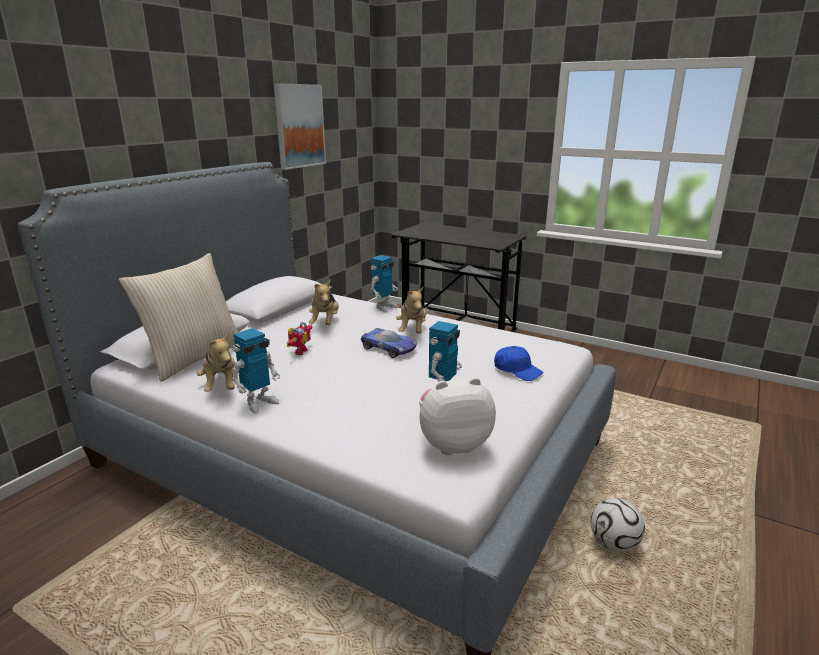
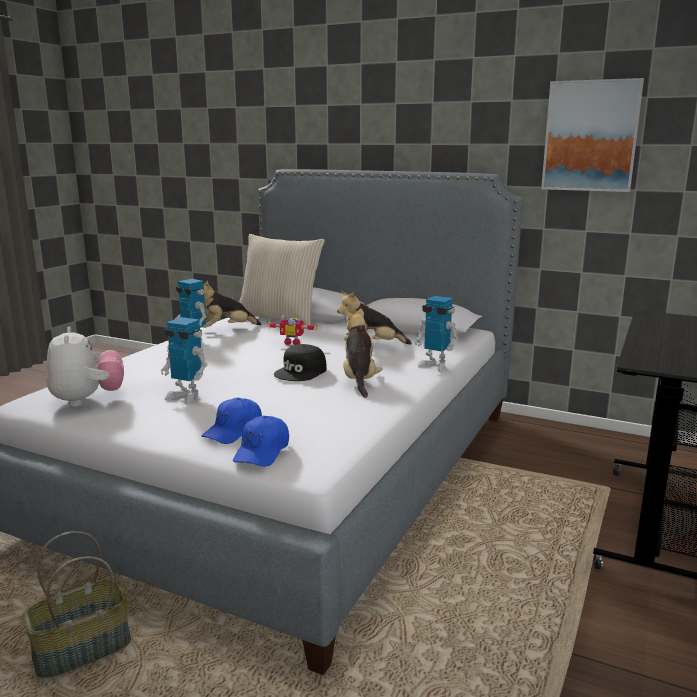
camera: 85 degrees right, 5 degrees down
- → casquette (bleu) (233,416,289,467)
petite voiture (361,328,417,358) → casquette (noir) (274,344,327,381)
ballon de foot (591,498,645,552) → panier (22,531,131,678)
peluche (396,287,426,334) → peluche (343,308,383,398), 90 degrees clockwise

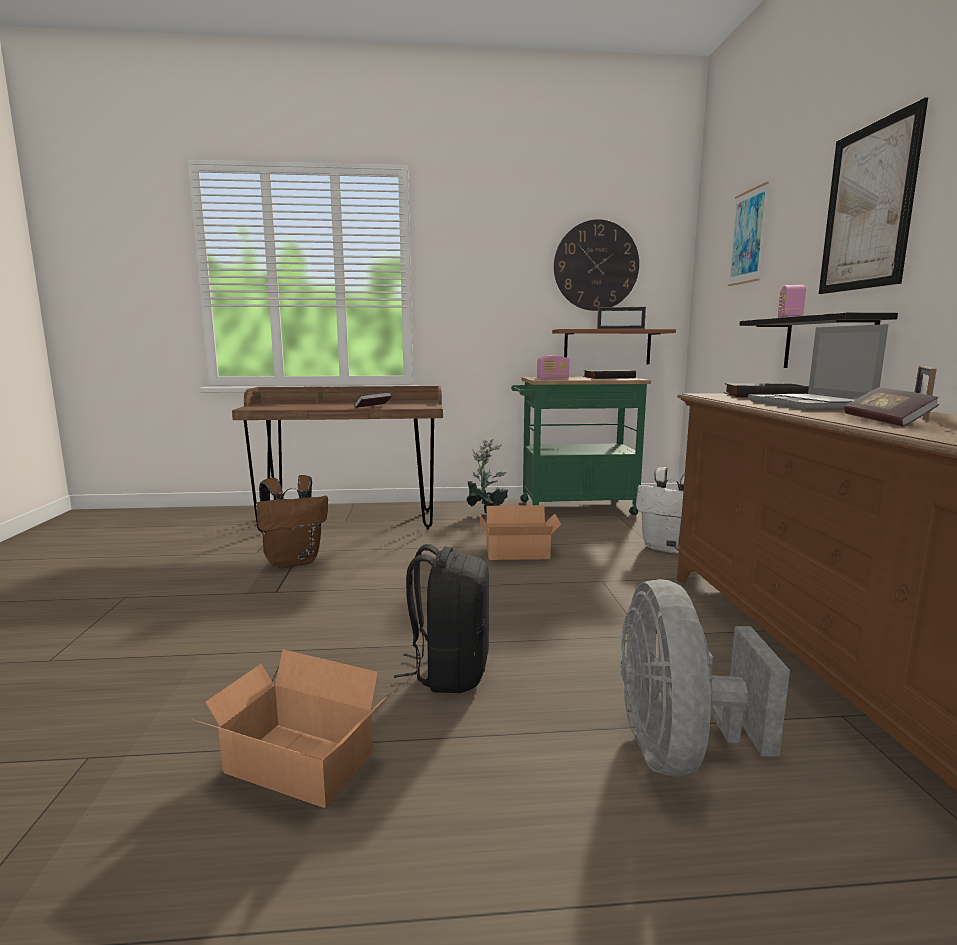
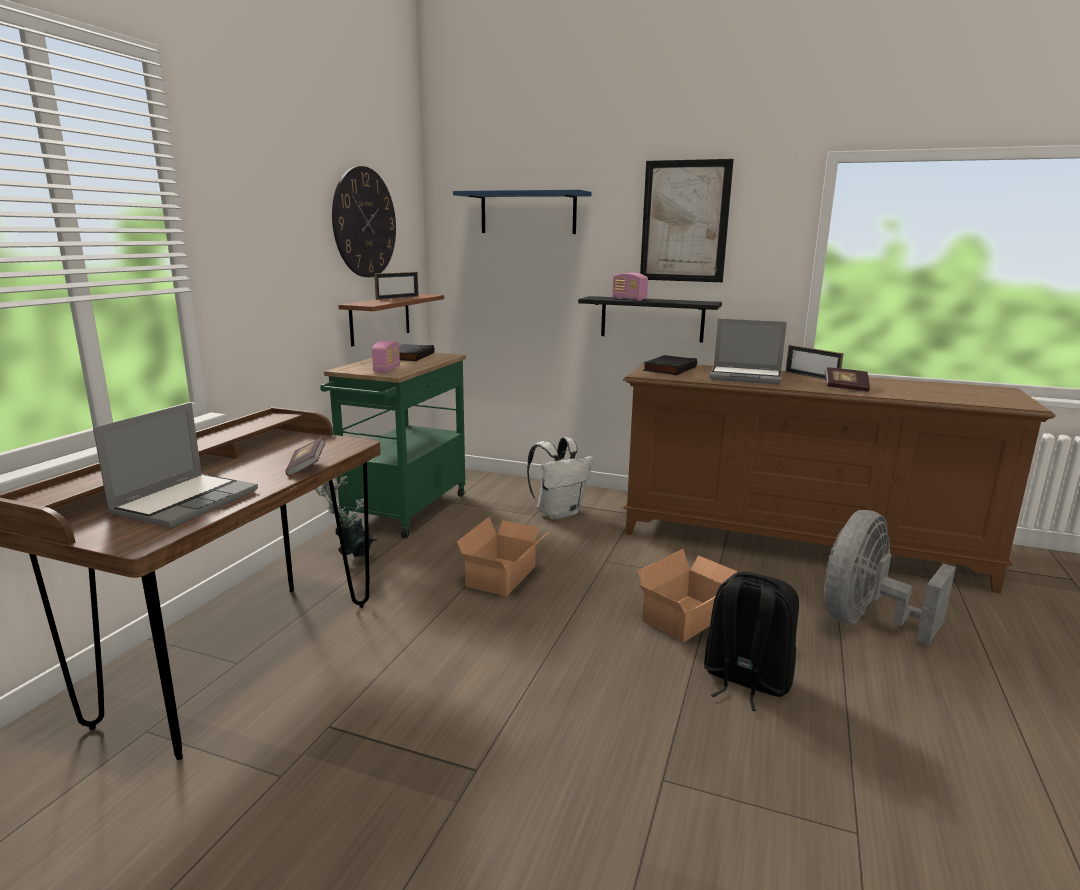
camera: 65 degrees left, 5 degrees up
sac à dos (marron) (256,475,328,568) → -
- → ordinateur portable (93,402,258,528)
carton (194,650,386,808) → carton (637,549,738,642), shifted
tableau (727,182,769,286) → étagère (bleu) (453,190,591,234)
ventilateur (gris) (620,579,790,777) → ventilateur (gris) (824,510,956,645), 105 degrees clockwise

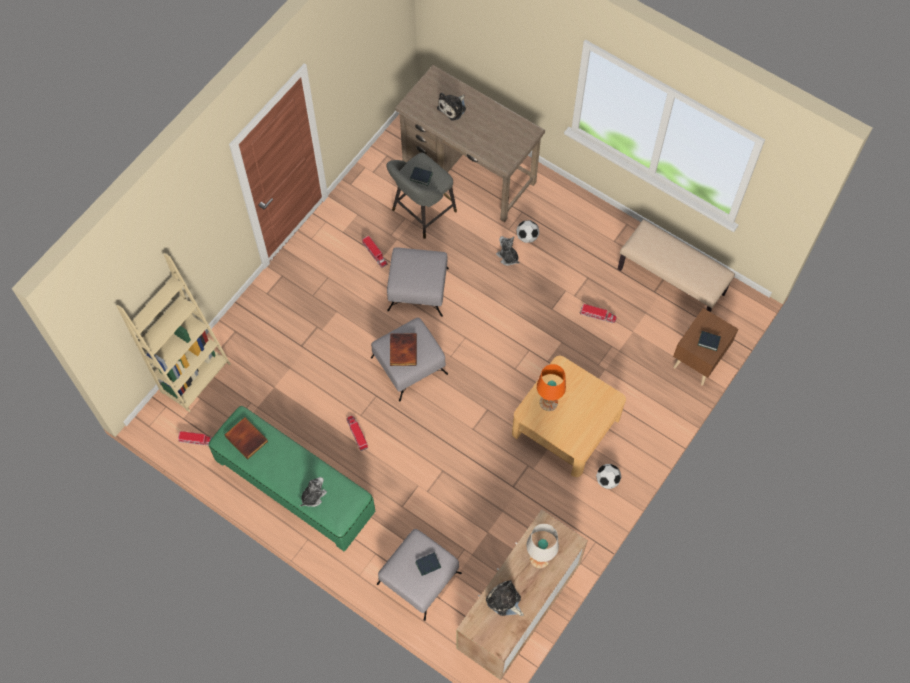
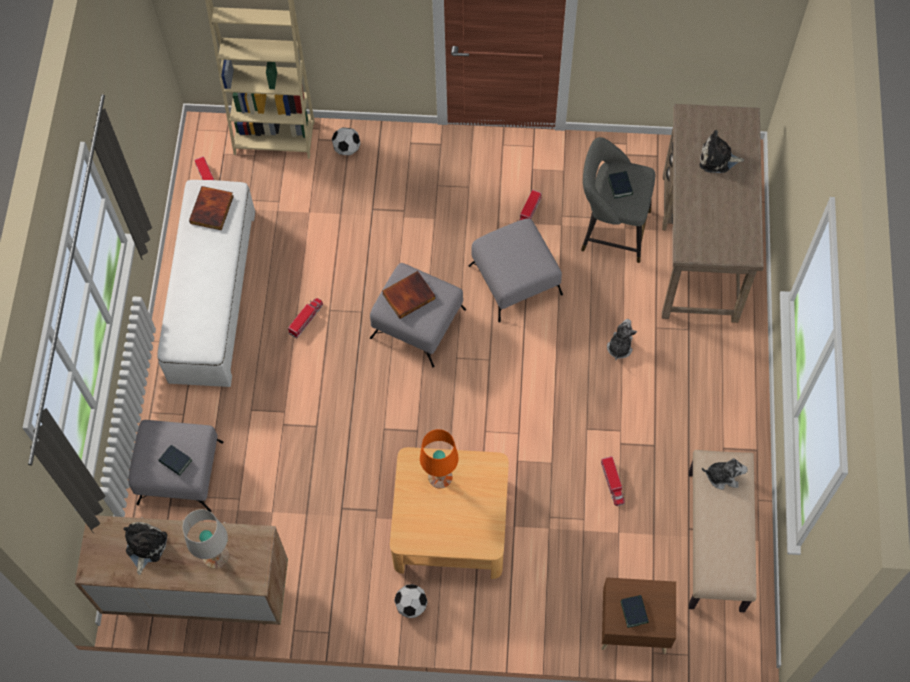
camera: 60 degrees right, 0 degrees up
peluche (300,477,327,507) → peluche (702,458,748,490), shifted
ballon de foot (516,220,539,243) → ballon de foot (332,127,360,156), shifted
banc (vert) (209,406,375,552) → banc (blanc) (157,180,255,387)

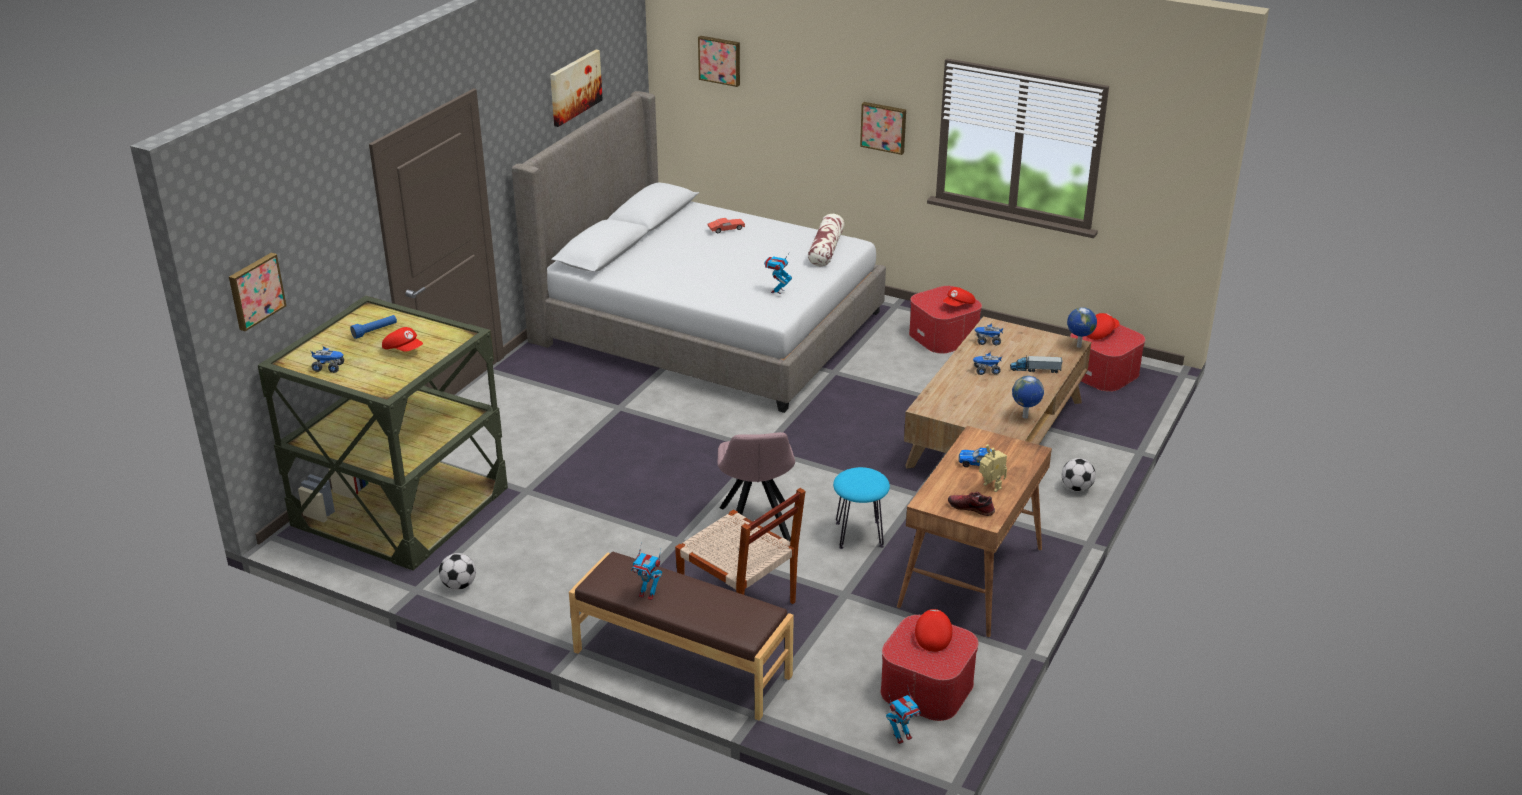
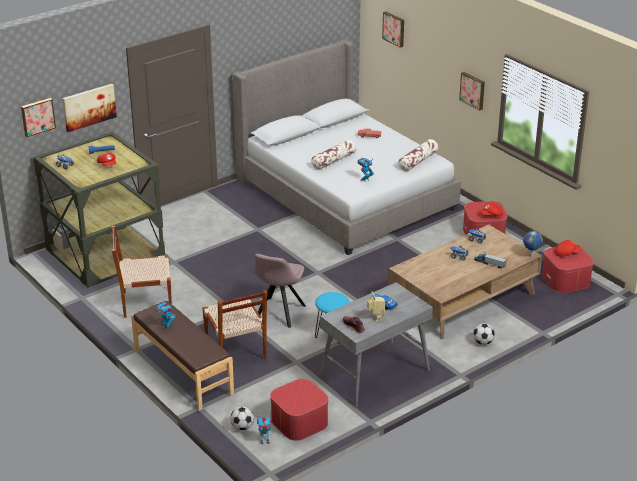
camera: 25 degrees right, 0 degrees up
casquette (rouge) (915,609,953,652) → -
globe (1012,376,1044,419) → -
- → chaise (111,226,172,318)
- → coussin (311,140,356,170)
ballon de foot (439,553,476,590) → ballon de foot (230,407,254,430), shifted
tableau (550,50,603,127) → tableau (63,84,117,132), shifted
bureau (marron) (897,426,1052,637) → bureau (gris) (319,282,433,407)

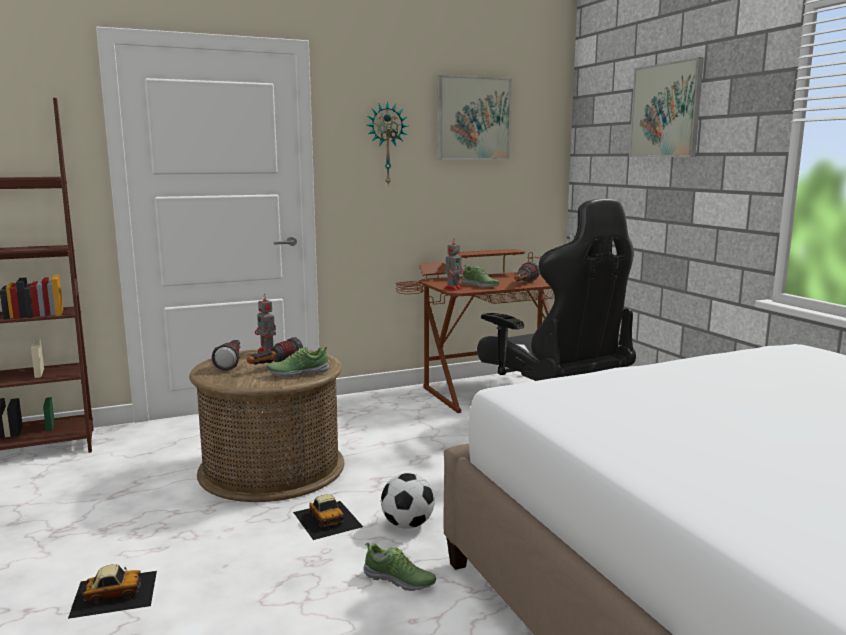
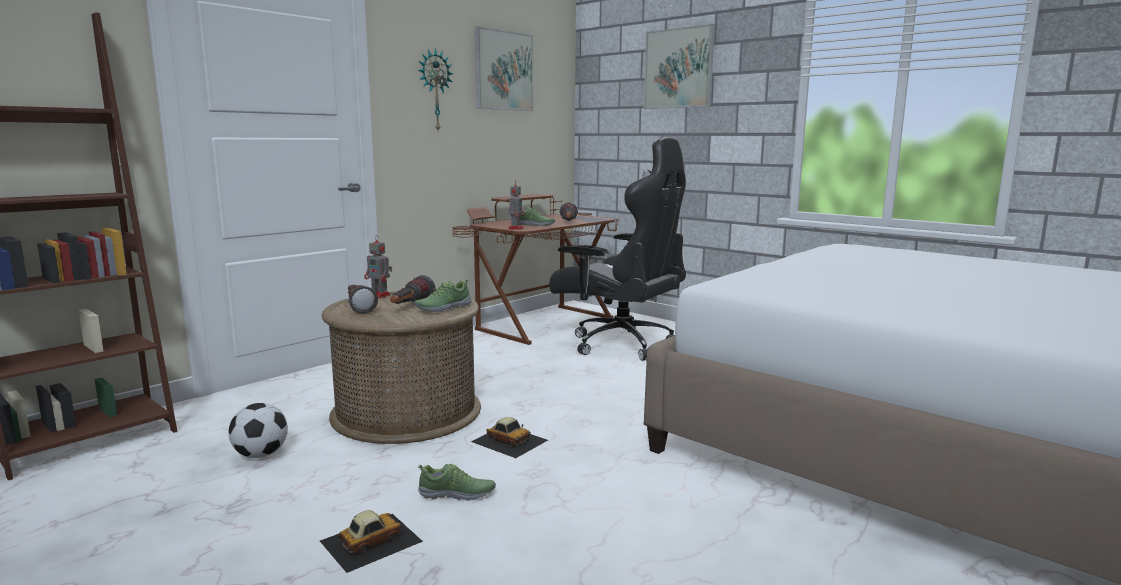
camera: 25 degrees left, 0 degrees up
chaussure (363,542,436,591) → chaussure (418,464,496,501), shifted
ballon de foot (381,473,435,529) → ballon de foot (229,403,288,458), shifted

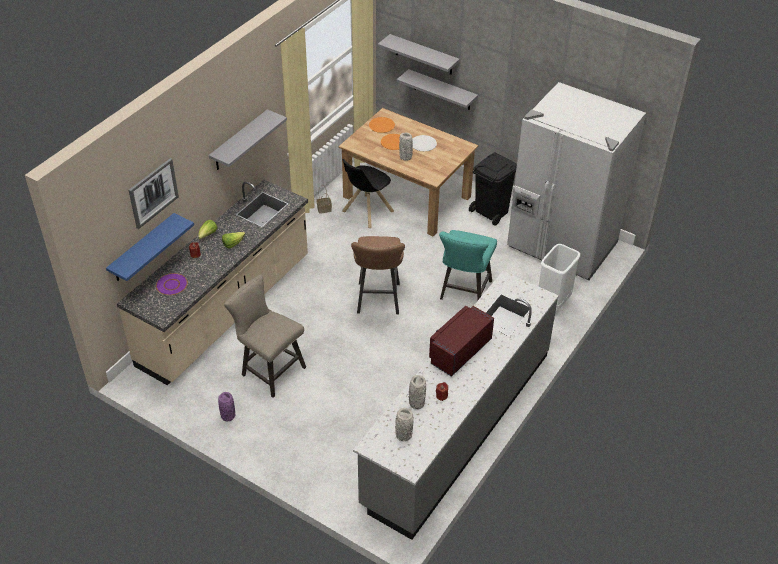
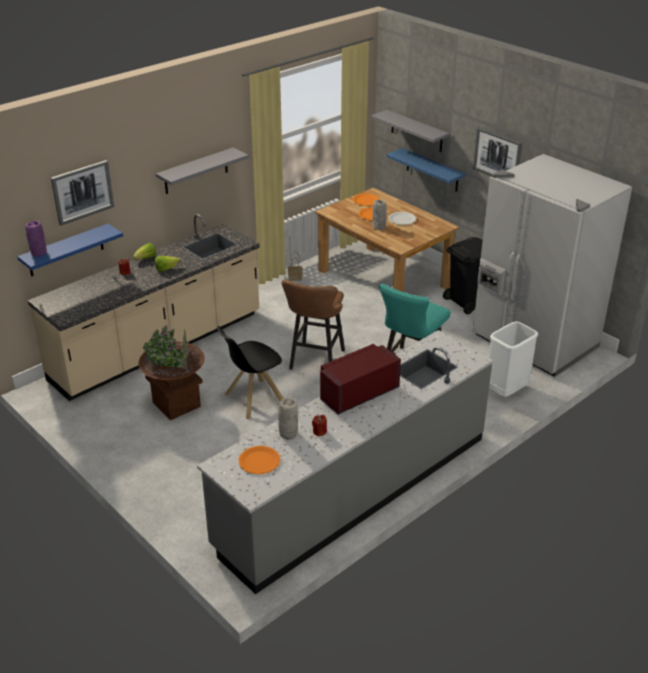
camera: 15 degrees right, 10 degrees down
assiette (violet) (156,273,188,295) → -
- → tableau (473,127,522,176)
vase (violet) (218,392,235,422) → vase (violet) (26,220,47,257), shifted
chaise (noir) (342,159,394,228) → chaise (noir) (217,326,283,419), shifted
tabouret (beige) (224,274,306,398) → cache-pot (marron) (138,326,205,420)
vase (gris) (395,408,414,441) → assiette (orange) (239,446,280,474)
étagère (gris) (397,69,478,110) → étagère (bleu) (387,148,465,192)

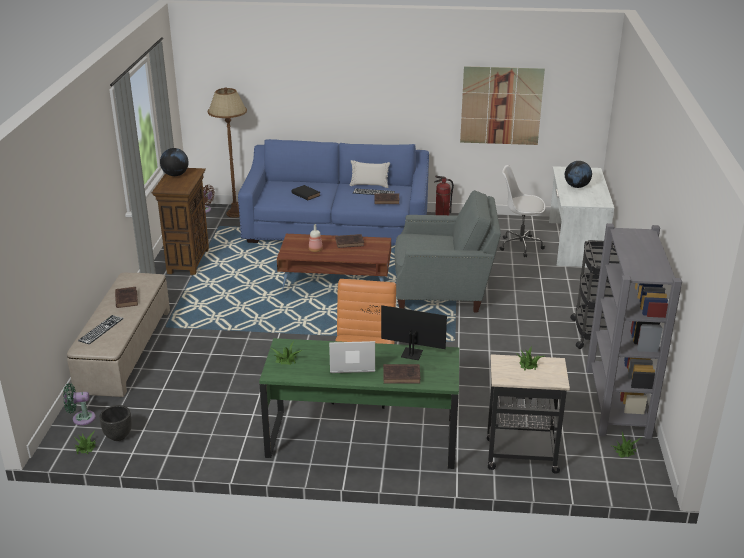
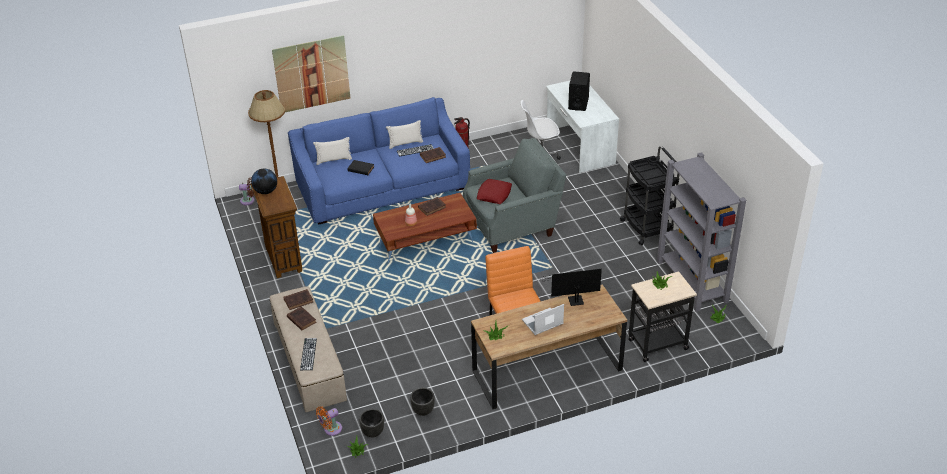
camera: 25 degrees left, 10 degrees up
- → coussin (blanc) (313,137,352,165)
- → cache-pot (noir) (410,388,435,416)
- → coussin (rouge) (477,179,512,204)
livre (marron) (383,364,421,384) → livre (marron) (284,289,313,310), shifted
tableau (460,66,545,145) → tableau (272,35,351,112), shifted
globe (565,161,592,188) → enceinte (noir) (568,71,590,111)
ventilateur (vert) (63,383,96,425) → ventilateur (orange) (316,406,342,436)
bureau (vert) (259,338,459,469) → bureau (marron) (471,284,627,409)

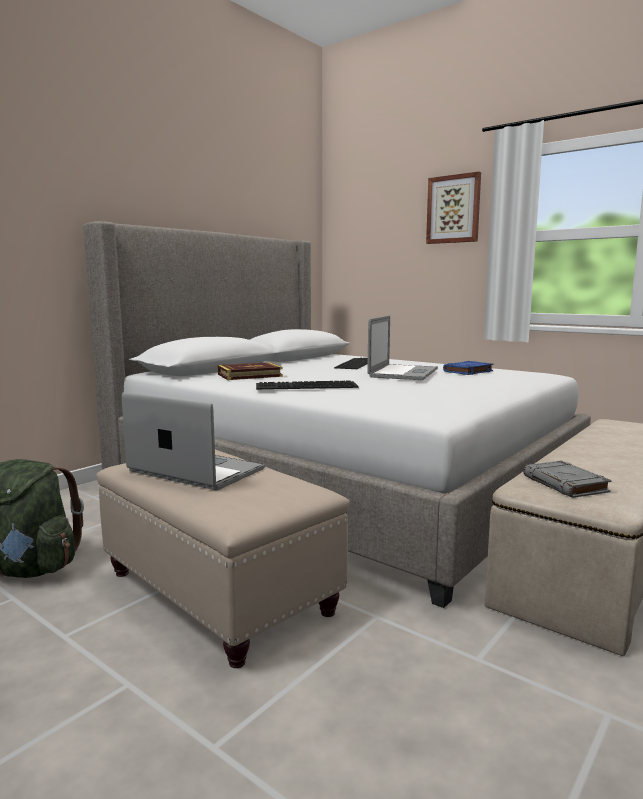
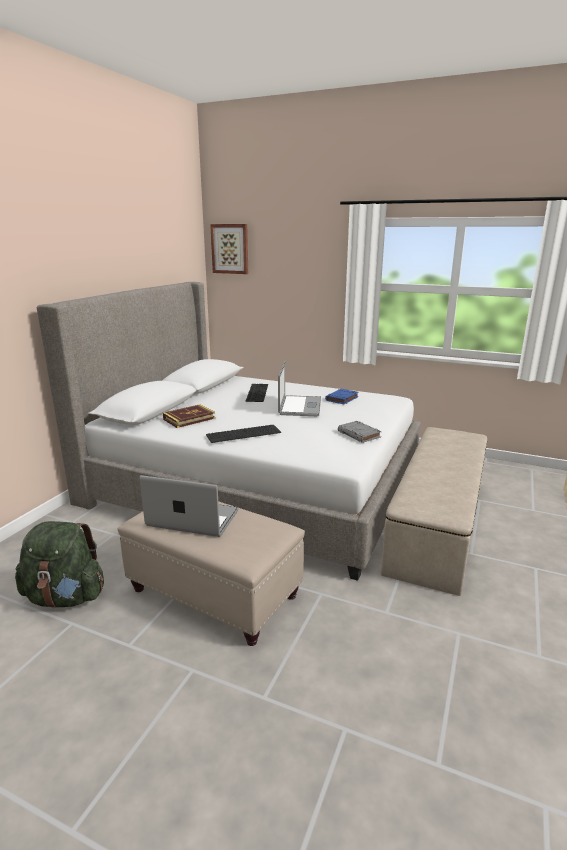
camera: 15 degrees left, 10 degrees up
tableau (426,172,481,244) → tableau (210,224,248,274), shifted
livre (gris) (523,461,612,498) → livre (gris) (338,421,382,443), shifted

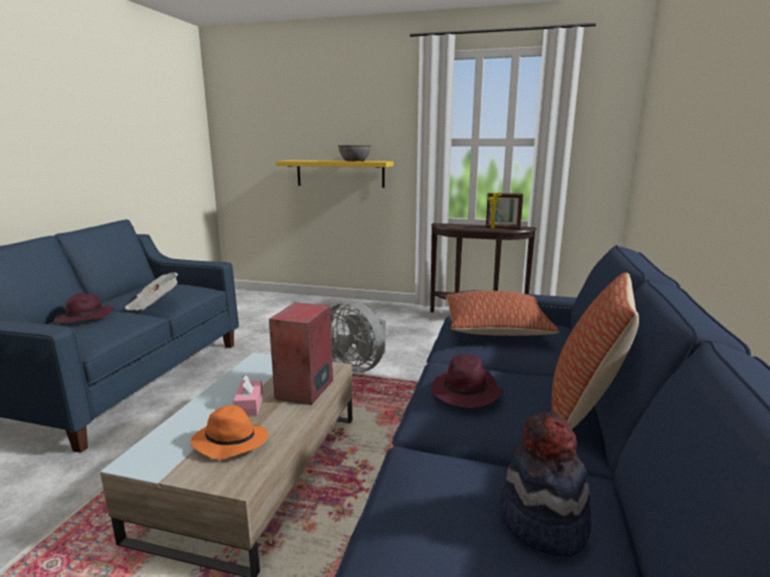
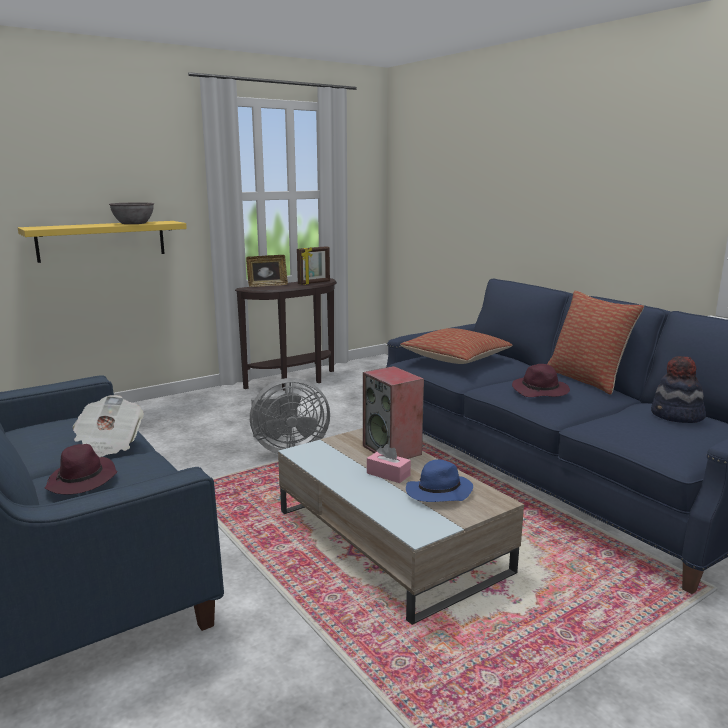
camera: 50 degrees left, 0 degrees up
- → cadre photo (246,255,288,287)
chapeau (orange) (191,405,268,460) → chapeau (bleu) (406,459,473,502)

